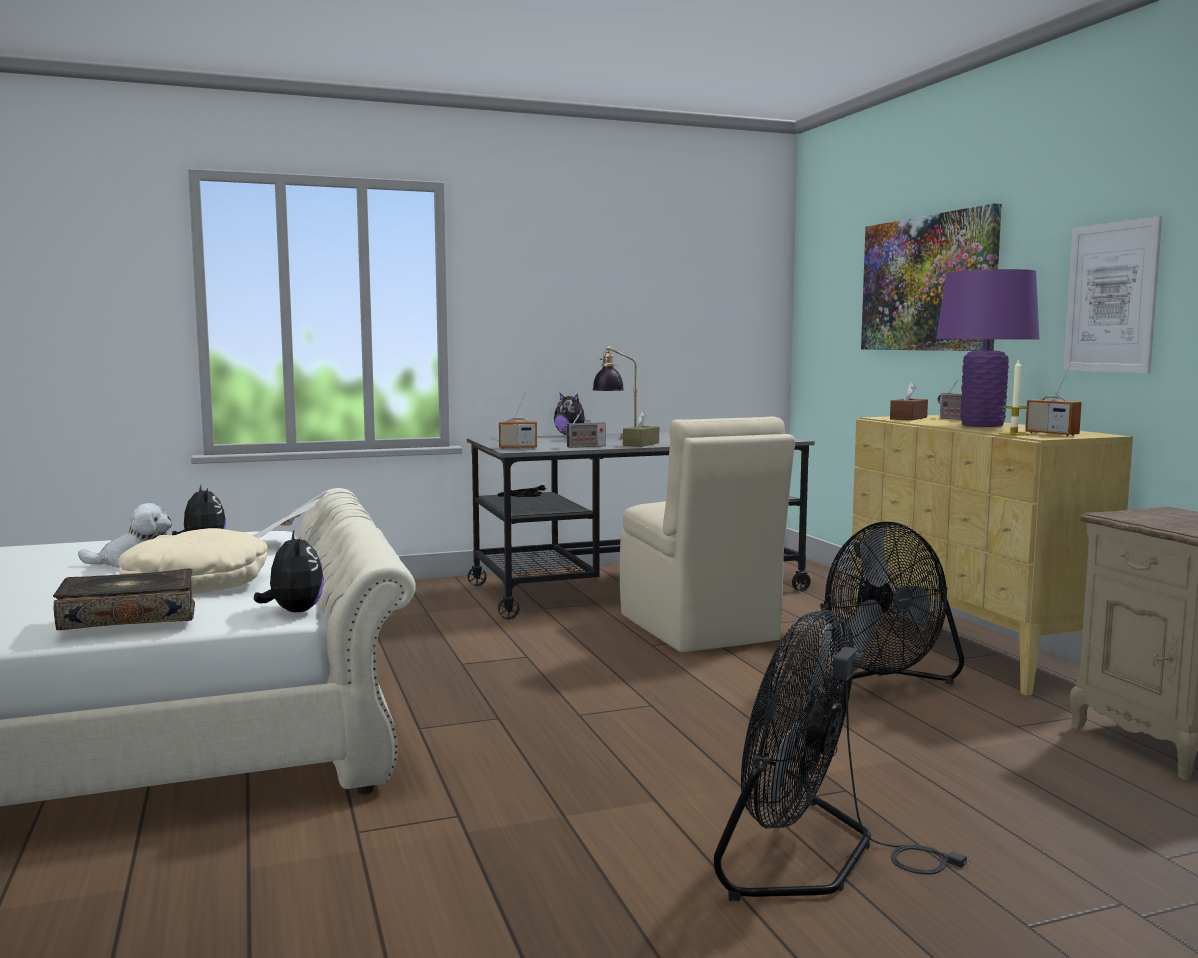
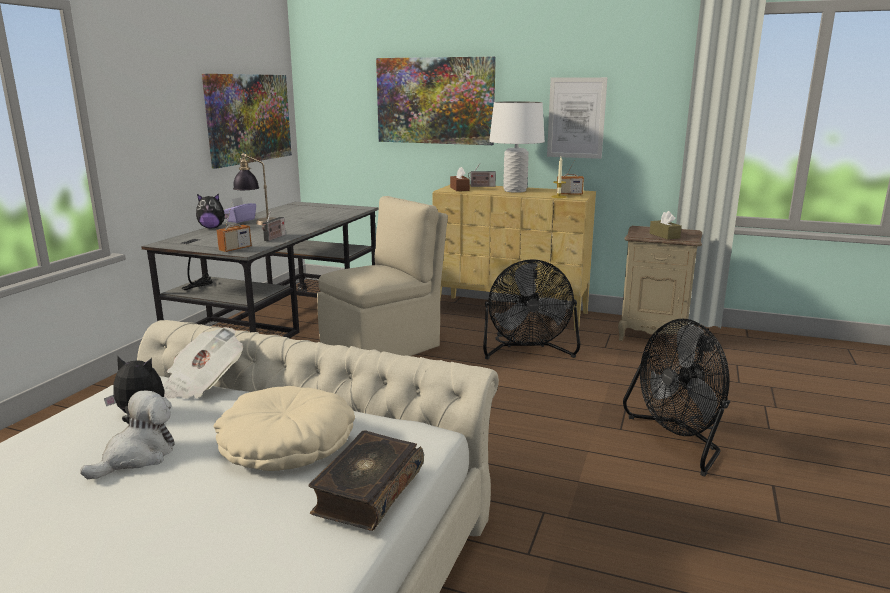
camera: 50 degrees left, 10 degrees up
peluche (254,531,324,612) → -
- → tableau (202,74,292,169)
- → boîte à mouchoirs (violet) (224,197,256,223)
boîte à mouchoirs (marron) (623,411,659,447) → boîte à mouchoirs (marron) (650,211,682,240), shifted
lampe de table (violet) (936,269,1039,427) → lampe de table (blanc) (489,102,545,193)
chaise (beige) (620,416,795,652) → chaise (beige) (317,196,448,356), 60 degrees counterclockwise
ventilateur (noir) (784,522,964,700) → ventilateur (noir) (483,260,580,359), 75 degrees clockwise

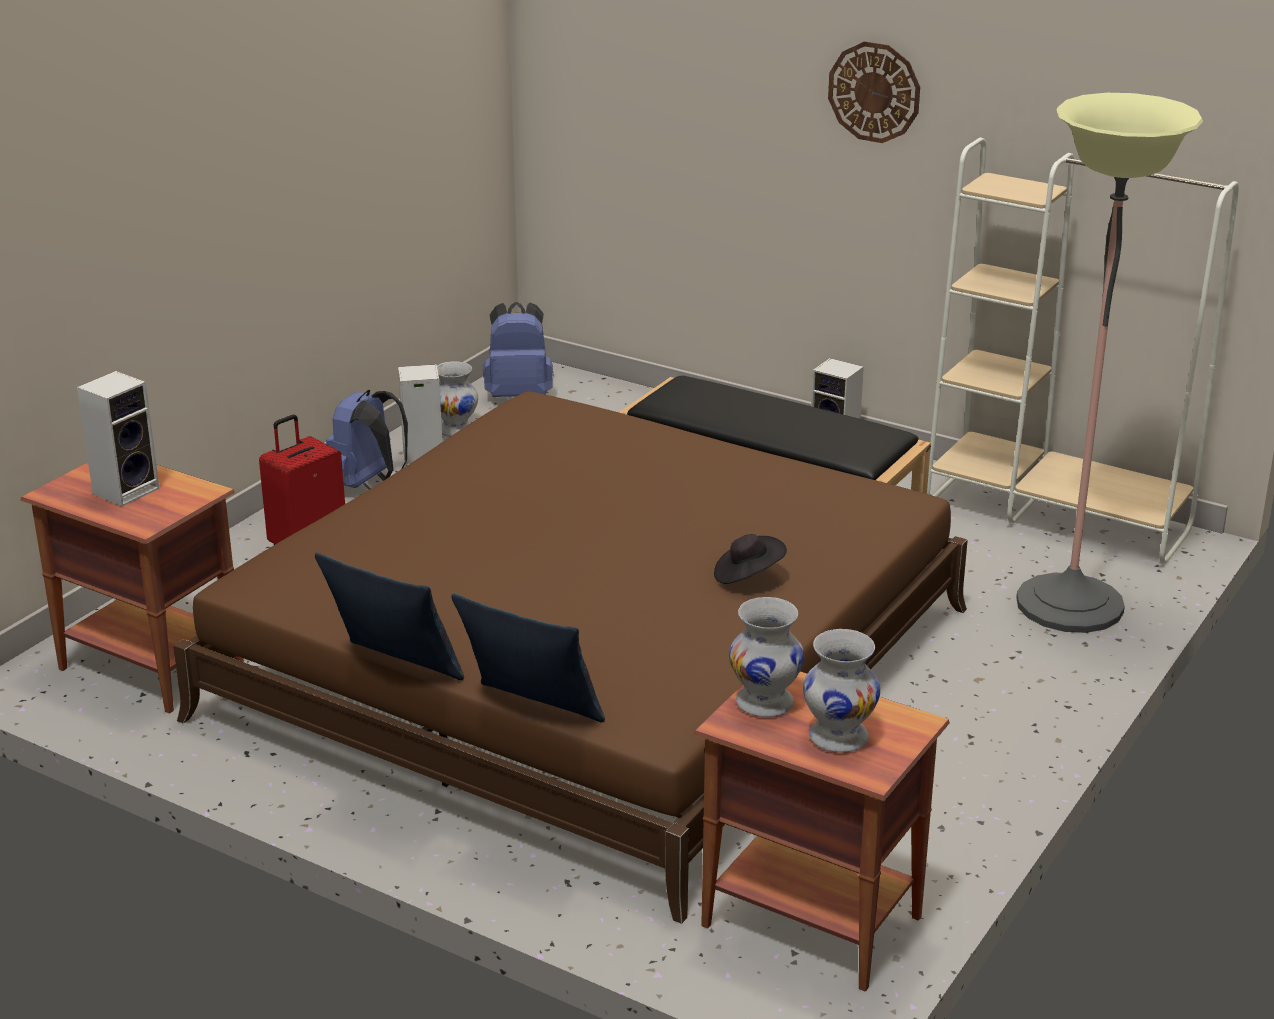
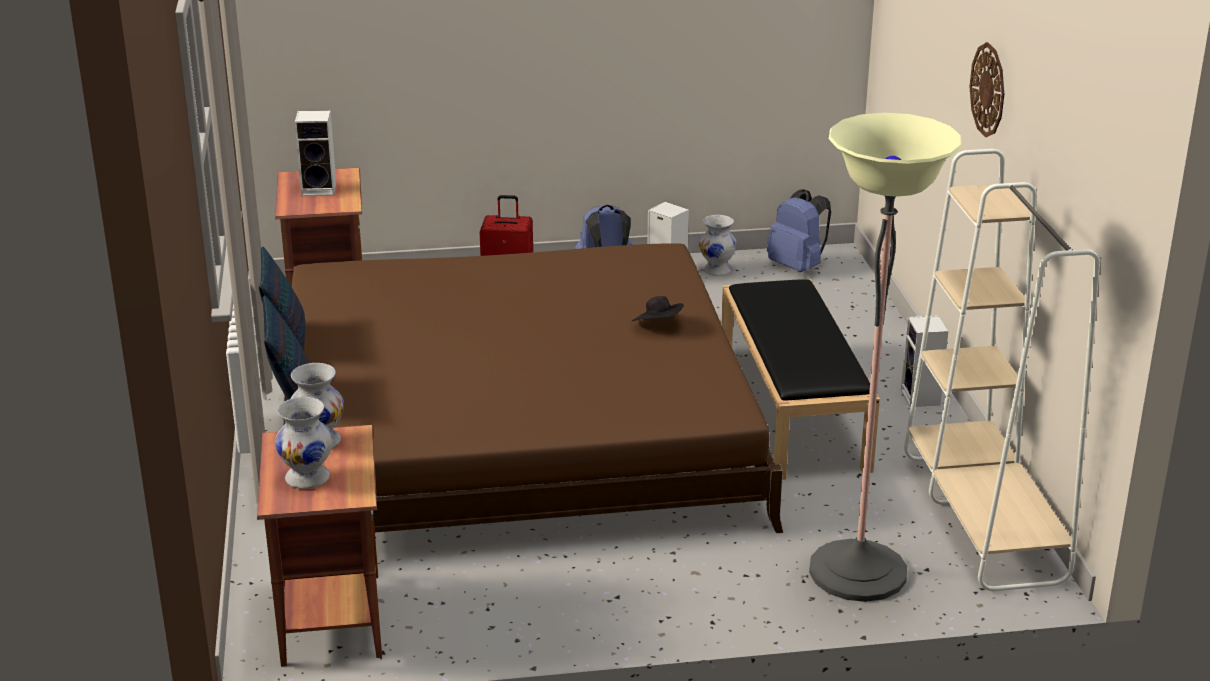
camera: 50 degrees right, 0 degrees up
chapeau (noir) (714,534,787,584) → chapeau (noir) (632,296,684,321), shifted

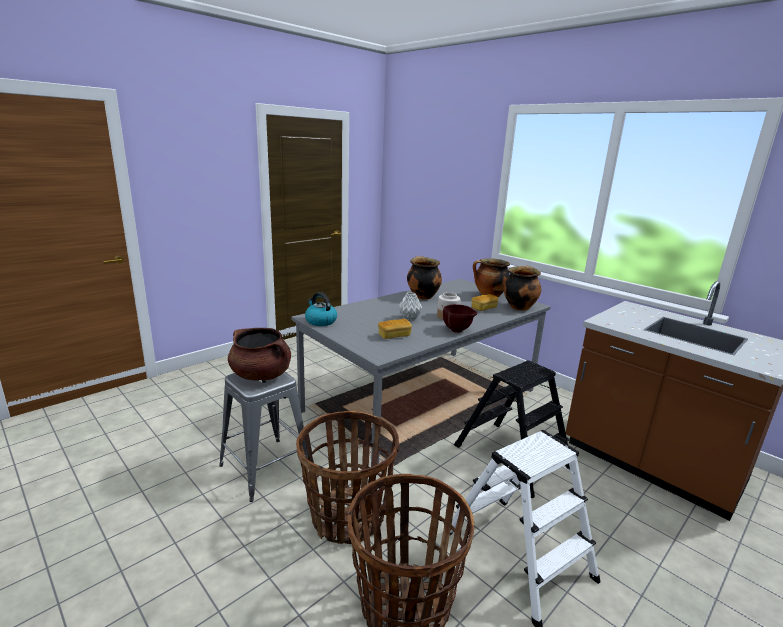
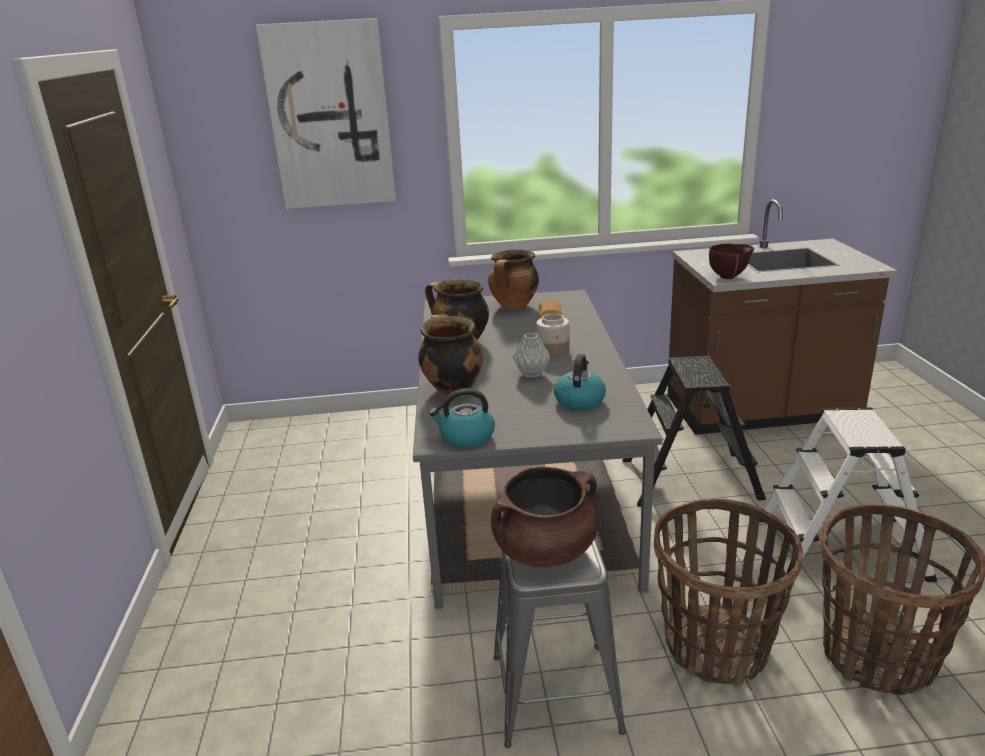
camera: 50 degrees left, 5 degrees up
- → tableau (256,18,396,209)
bol (marron) (443,304,477,333) → bol (marron) (709,244,754,279), shifted
marmite (503,266,541,311) → marmite (418,314,483,396), shifted
pain (378,319,412,339) → bouilloire (554,354,606,410)

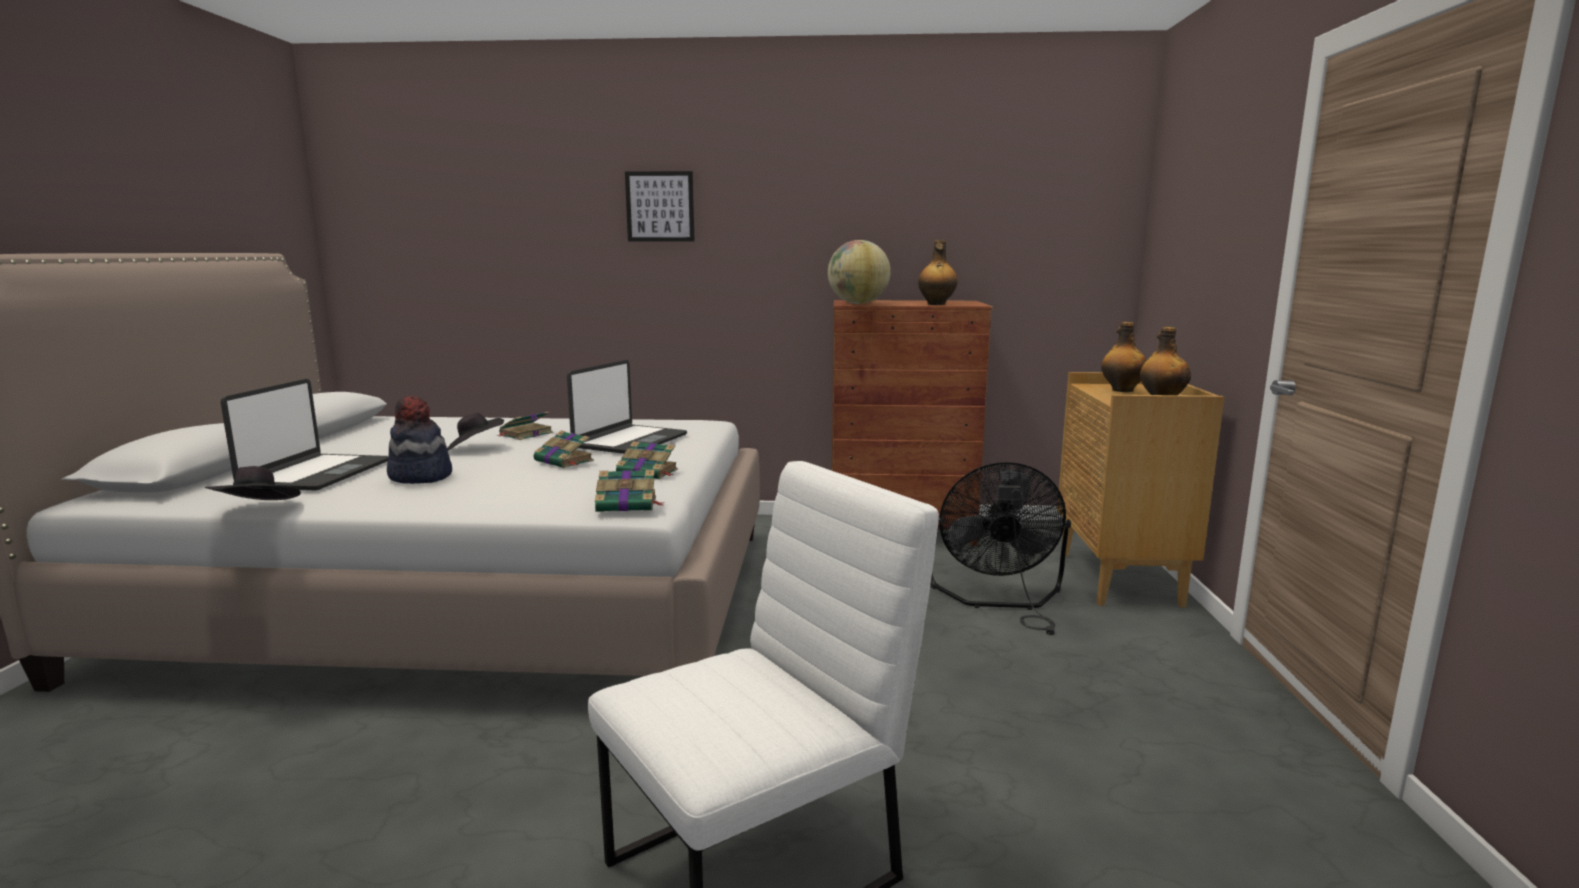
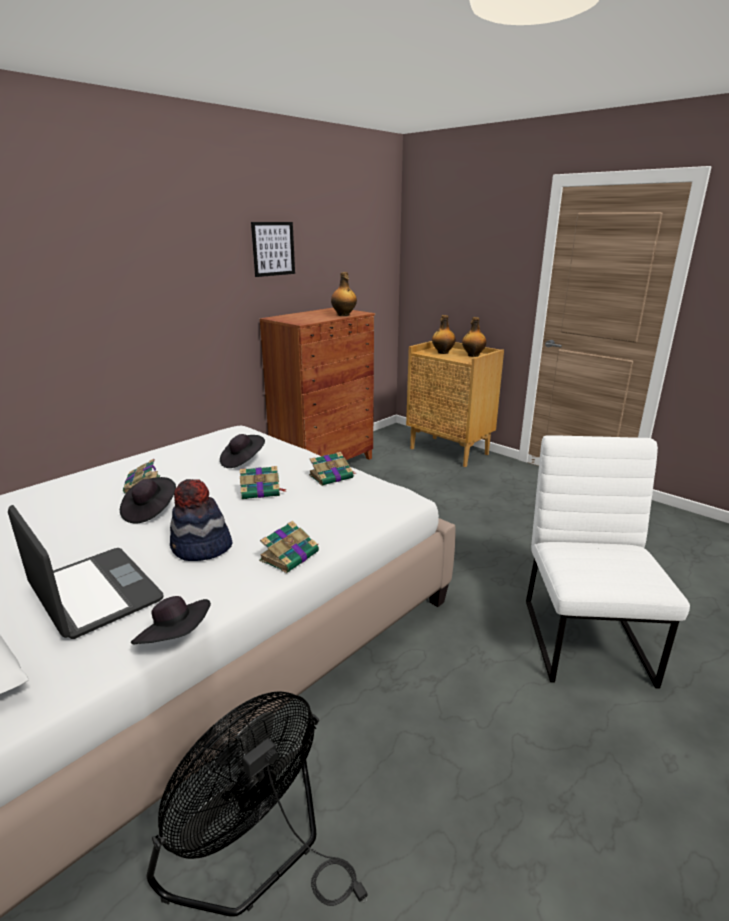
camera: 50 degrees left, 10 degrees up
globe (828,240,891,304) → -
livre (595,470,664,512) → livre (259,521,319,573), shifted
tableau (625,171,695,242) → tableau (251,222,295,277), shifted
ventilateur (noir) (930,462,1071,635) → ventilateur (noir) (146,692,367,917), shifted
ordinateur portable (567,360,687,454) → chapeau (noir) (220,434,265,468)

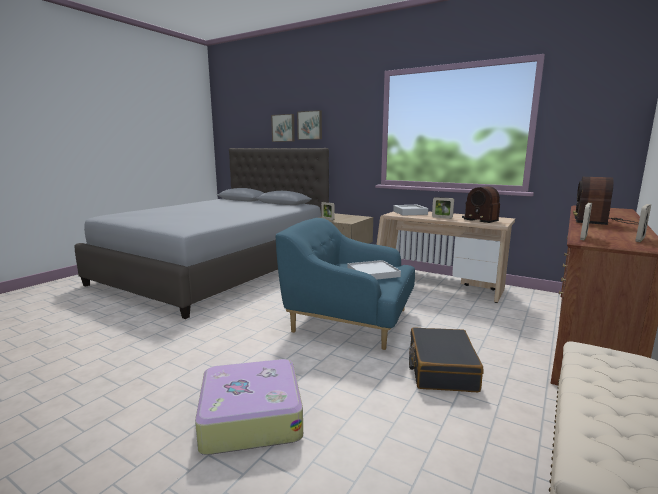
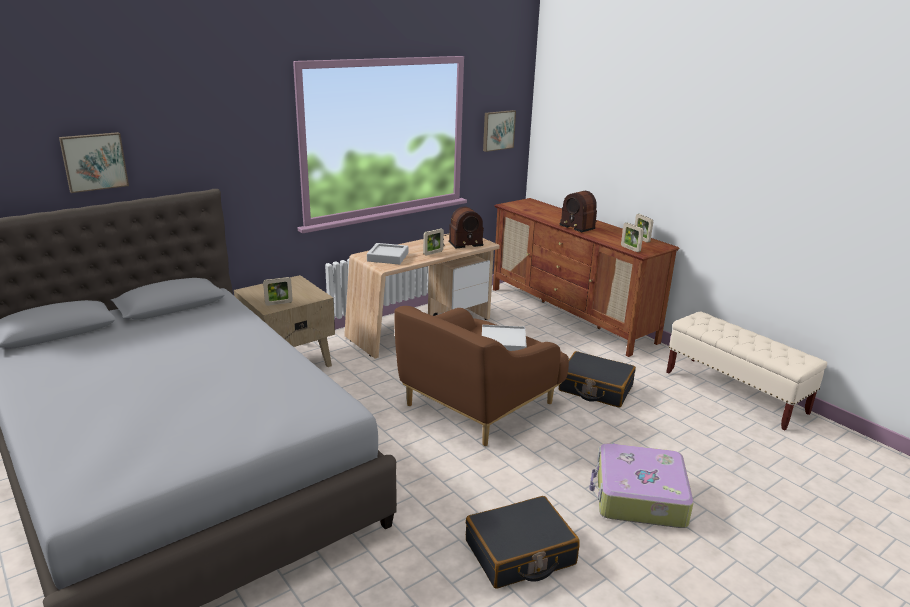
camera: 70 degrees left, 10 degrees up
- → valise (noir) (466,496,580,589)
tableau (297,110,322,140) → tableau (483,110,516,152), shifted
fauteuil (bleu) (276,218,415,350) → fauteuil (marron) (394,306,569,446)

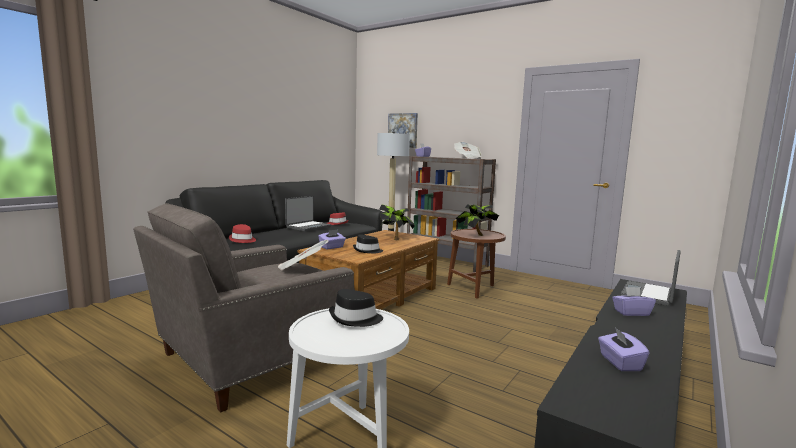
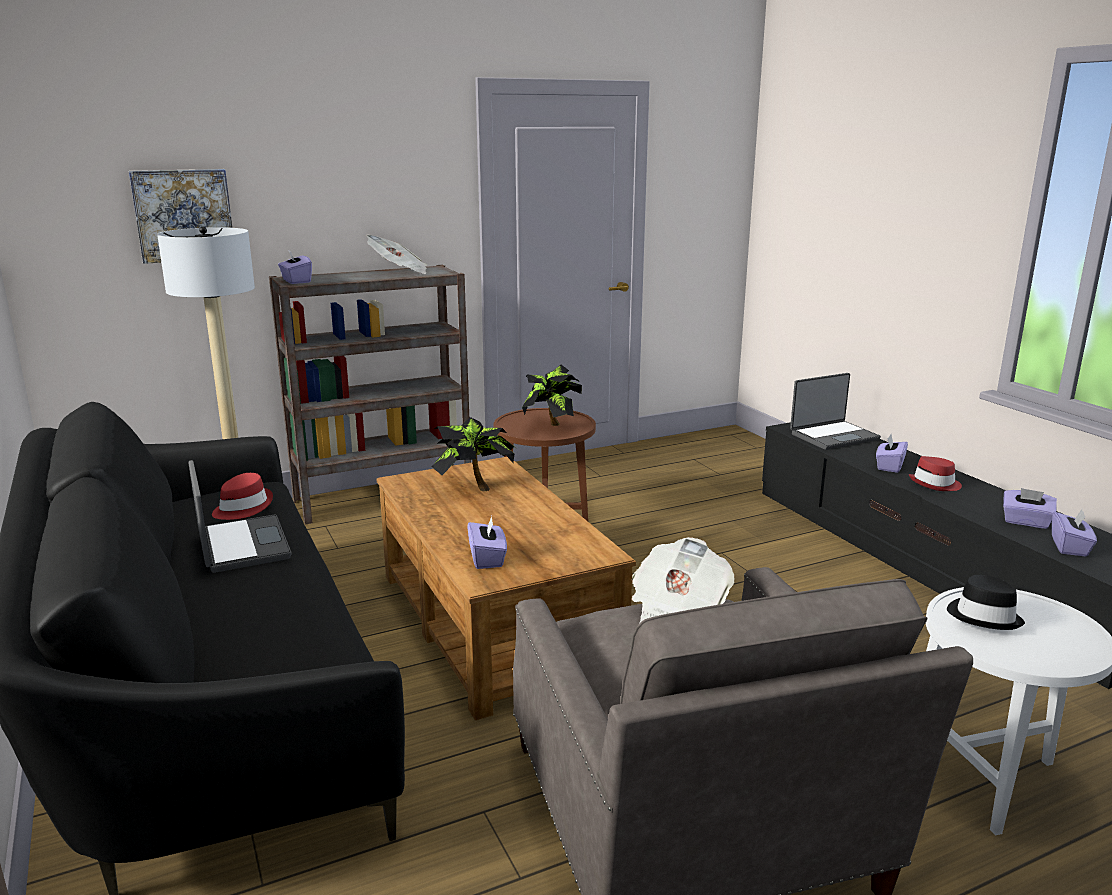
camera: 60 degrees left, 10 degrees up
chapeau (noir) (353,234,383,253) → -
- → boîte à mouchoirs (violet) (1052,509,1097,557)
chapeau (rouge) (229,224,256,243) → chapeau (rouge) (909,456,962,491), shifted
ordinateur portable (621,250,681,306) → ordinateur portable (790,373,881,450), 90 degrees counterclockwise

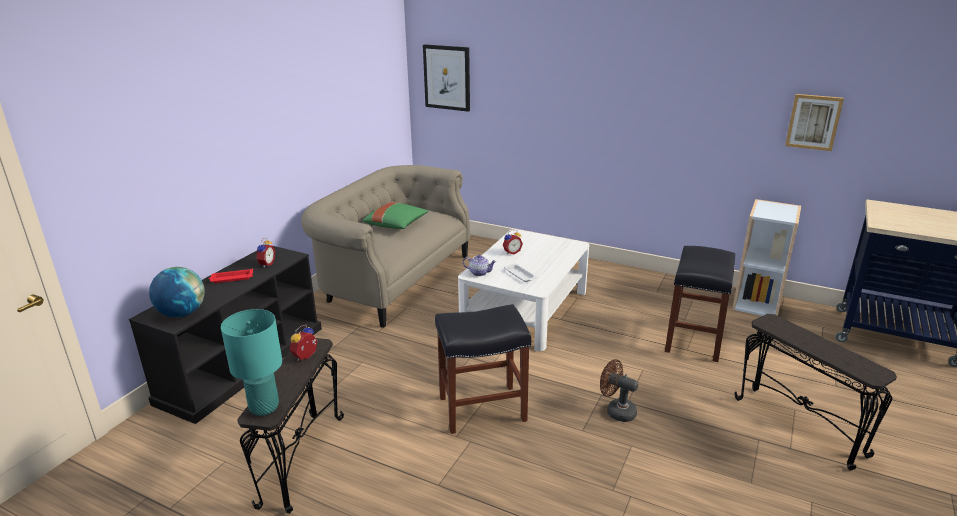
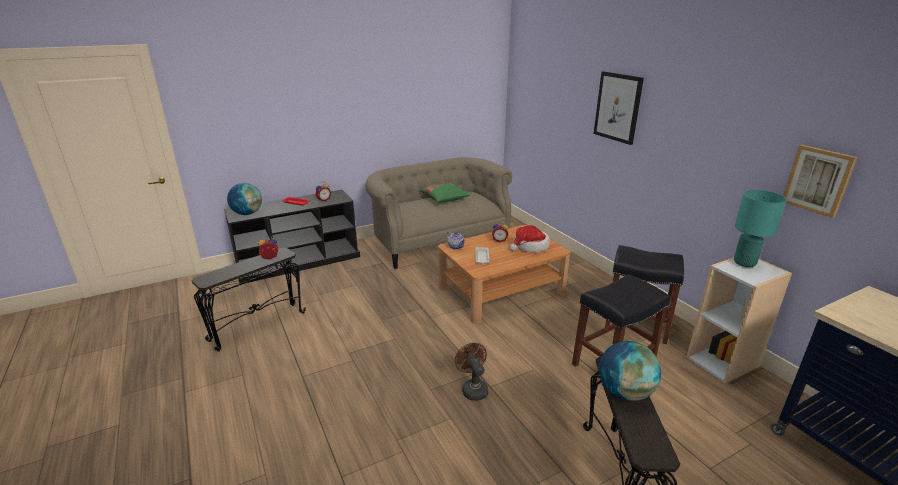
camera: 35 degrees right, 0 degrees up
- → chapeau (509,225,550,253)
- → globe (599,341,661,401)
lampe de table (turquoise) (221,309,282,416) → lampe de table (turquoise) (734,190,786,267), shifted
tableau (423,44,470,112) → tableau (594,71,644,145), shifted
tabouret (noir) (435,304,531,434) → tabouret (noir) (605,245,684,344), shifted
table basse (blanc) (458,229,589,351) → table basse (marron) (438,225,570,324)

